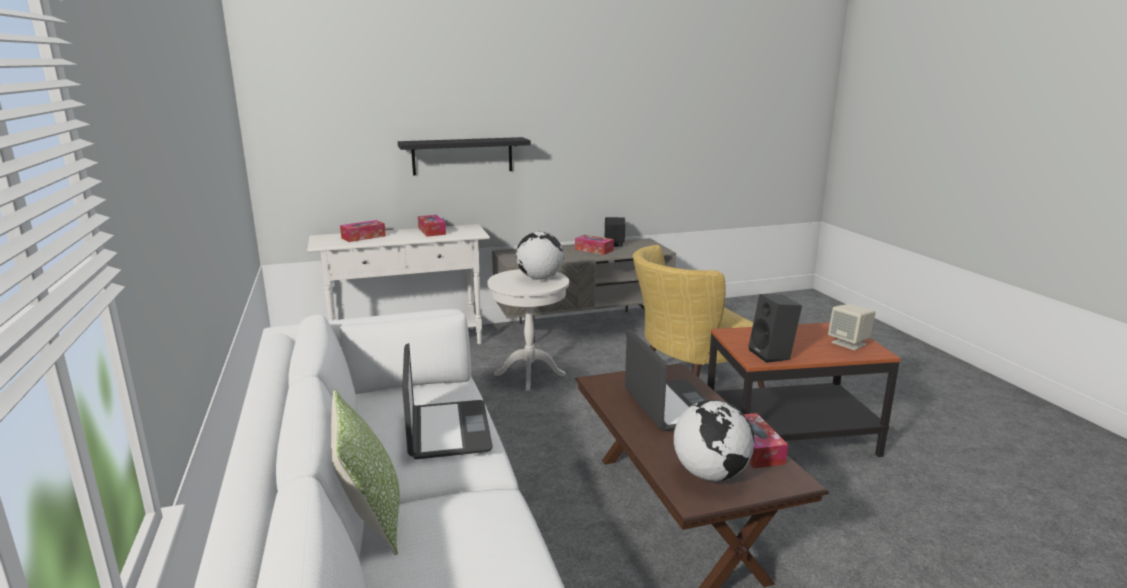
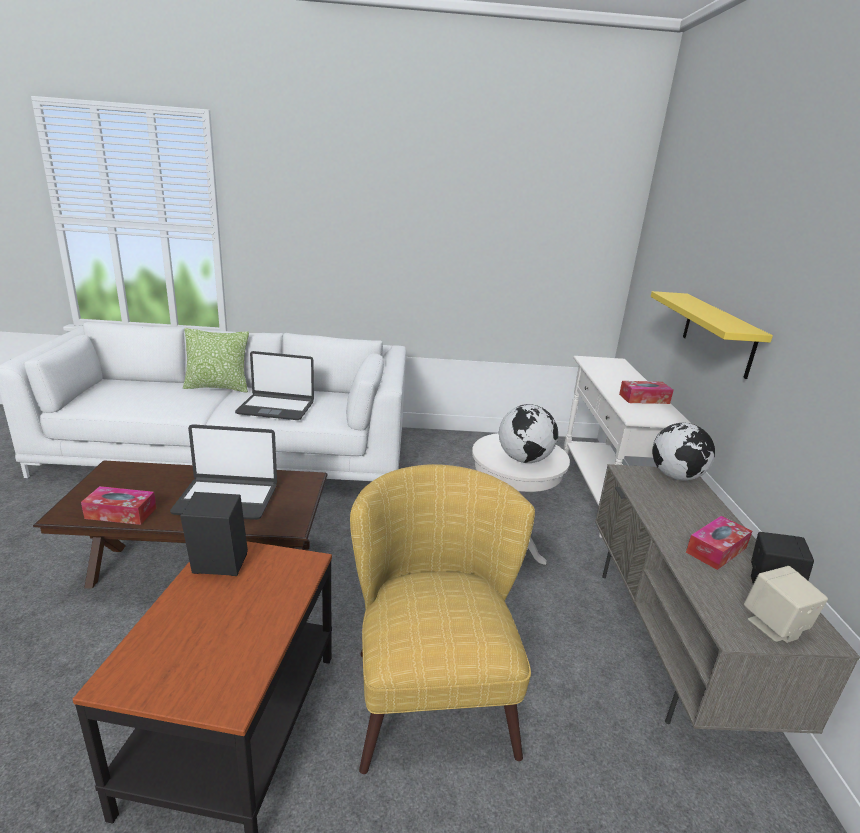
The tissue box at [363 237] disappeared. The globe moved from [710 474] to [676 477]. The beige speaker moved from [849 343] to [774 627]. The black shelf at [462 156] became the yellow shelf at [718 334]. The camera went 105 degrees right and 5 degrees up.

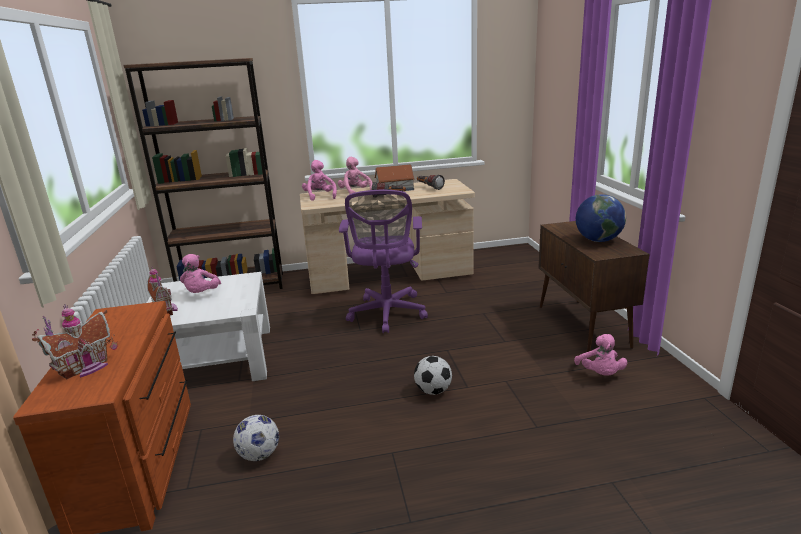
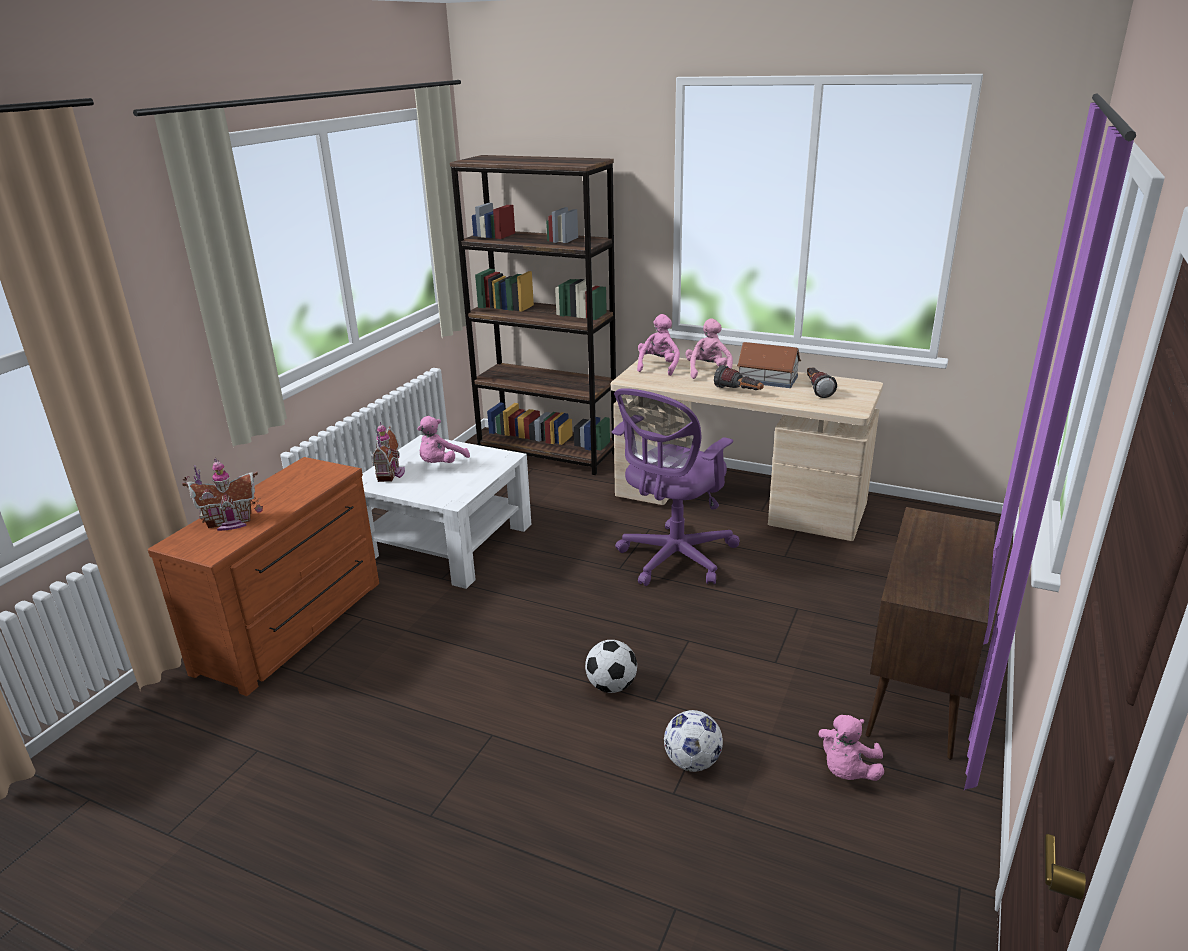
The globe at [598 240] disappeared. The football moved from [259 455] to [692 762]. The camera went 35 degrees right and 5 degrees up.

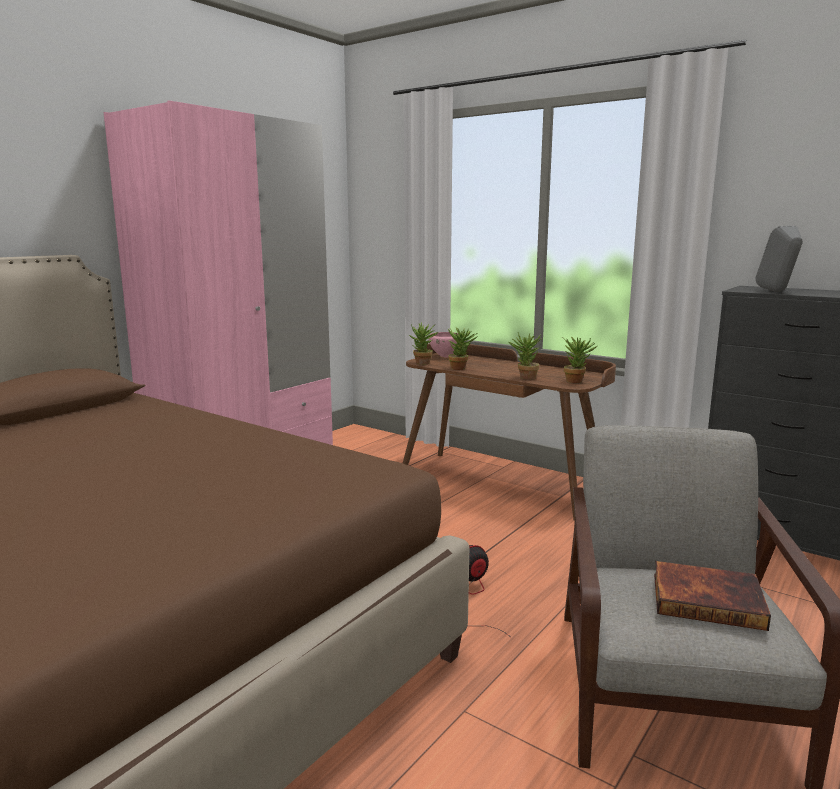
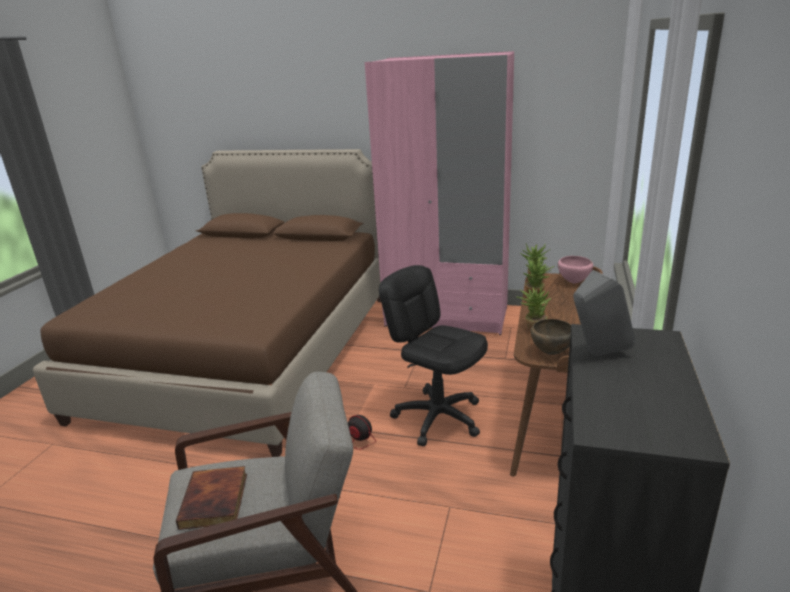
The black office chair at [438 417] appeared. The potted plant at [576 381] was replaced by the brown bowl at [551 353]. The camera went 70 degrees right and 10 degrees up.

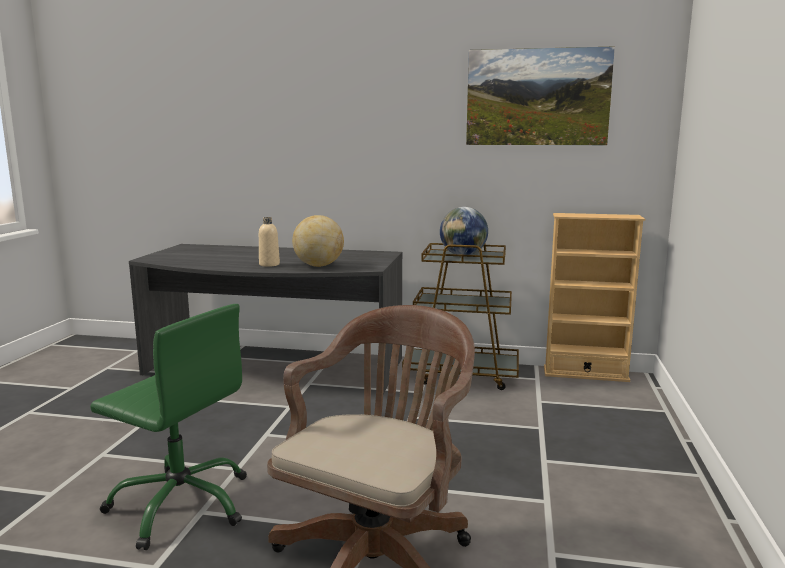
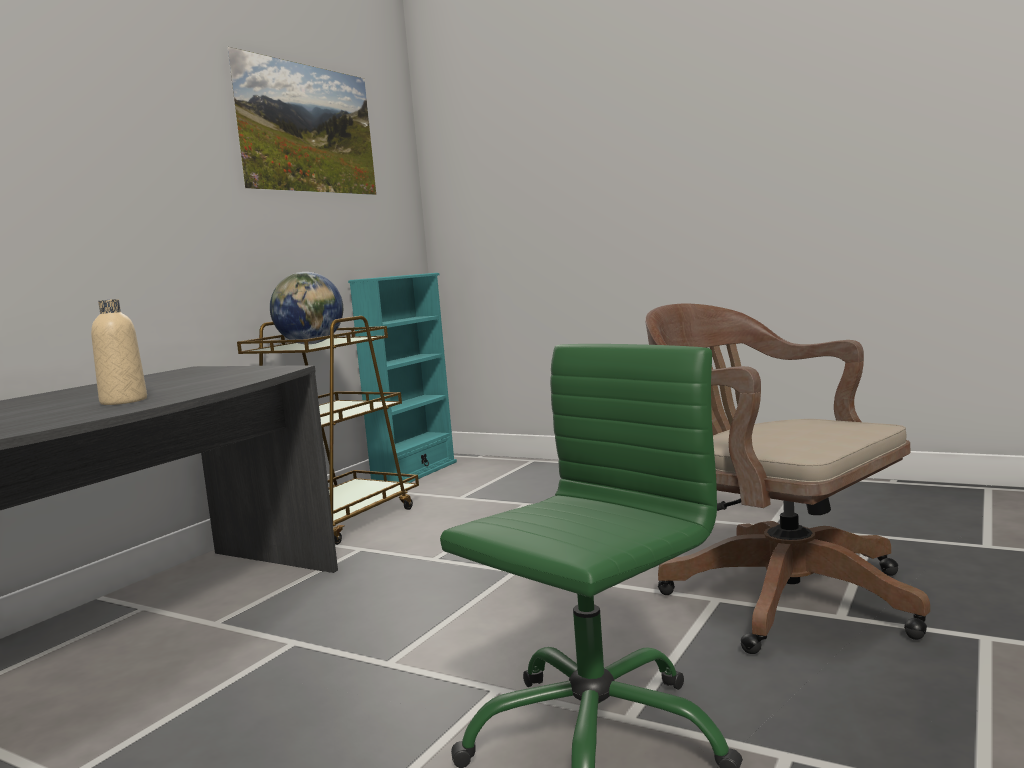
The globe at [318 266] disappeared. The beige bookcase at [585 374] became the turquoise bookcase at [415 473]. The camera went 70 degrees left and 5 degrees down.

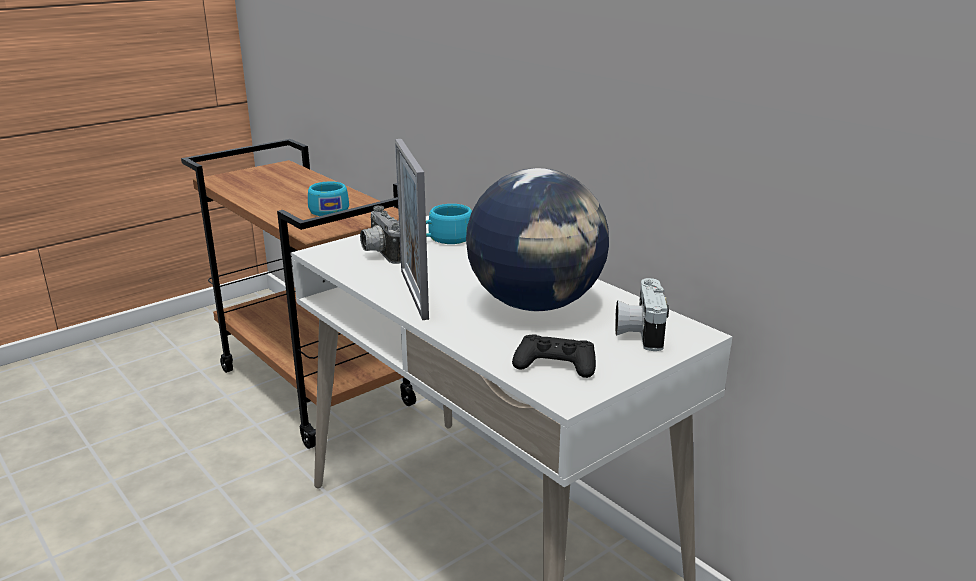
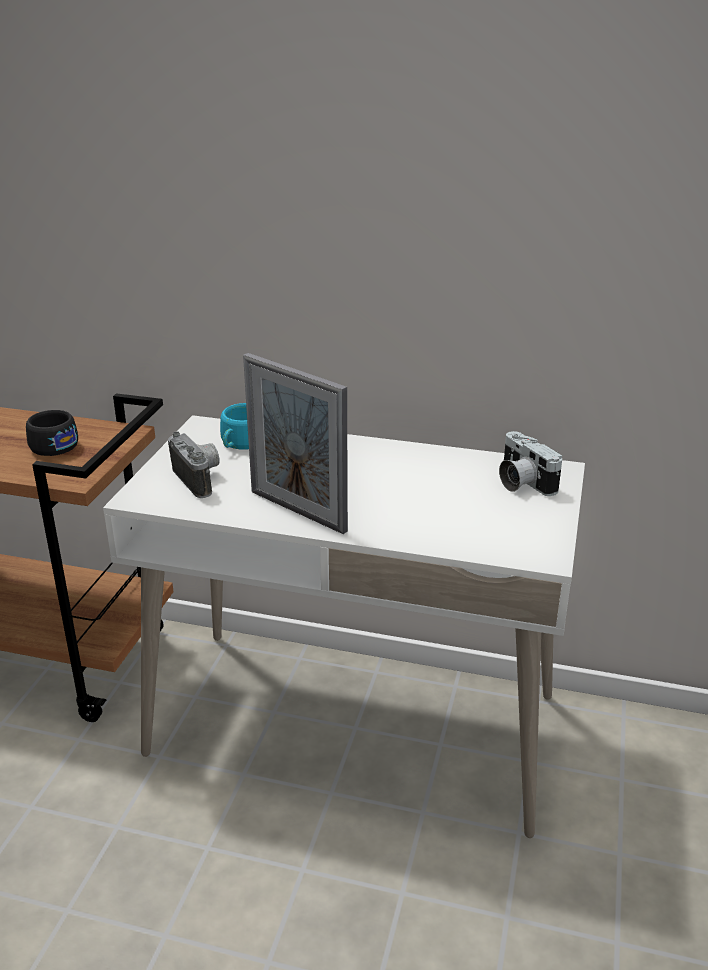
The globe at [536 304] disappeared. The black game controller at [555 364] disappeared. The turquoise cup at [328 210] became the black cup at [50 445]. The photo camera at [379 253] turned 150 degrees counterclockwise. The camera went 35 degrees left and 5 degrees up.

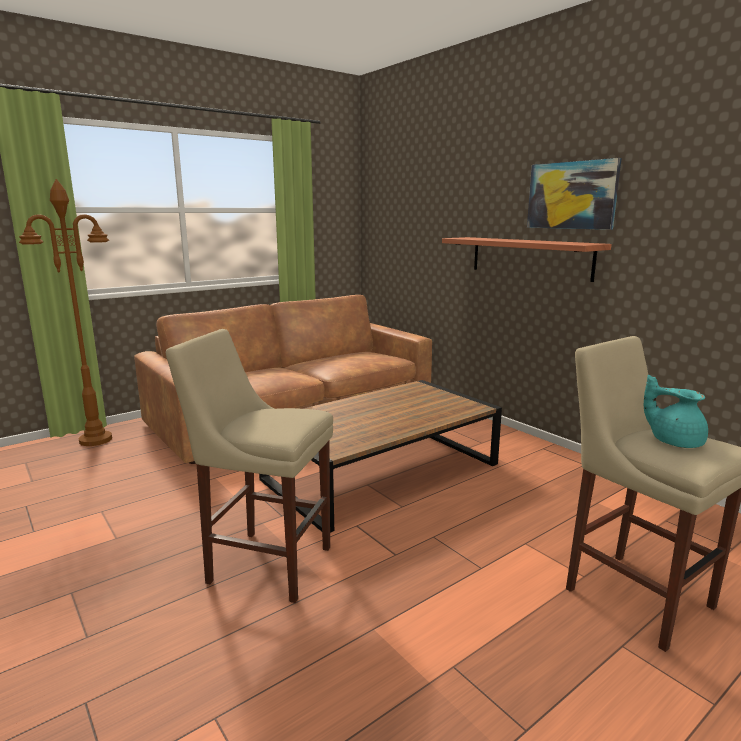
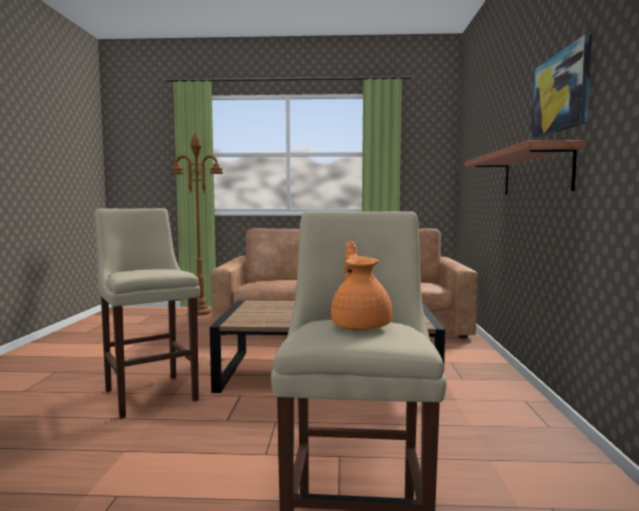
The turquoise teapot at [674 441] became the orange teapot at [361 326]. The camera went 40 degrees right and 10 degrees down.

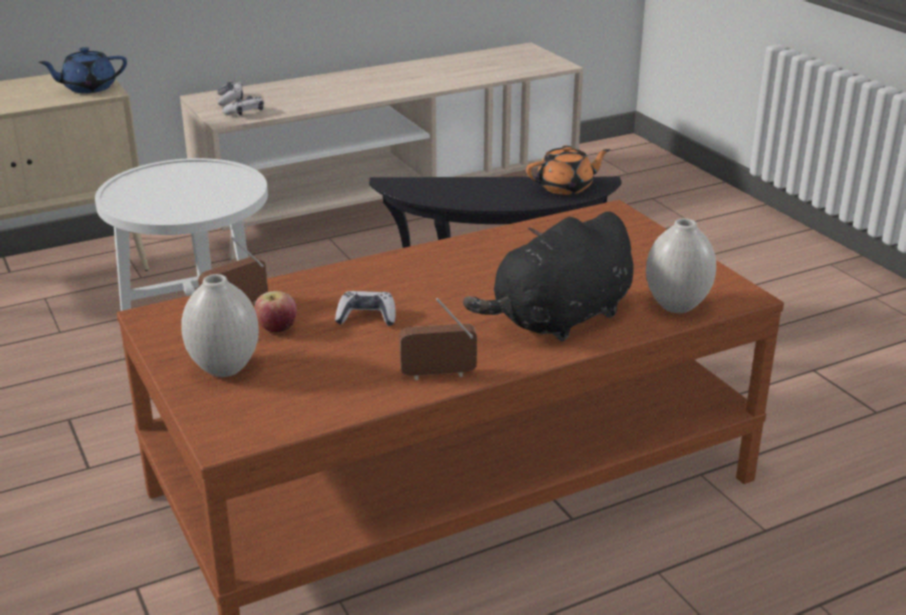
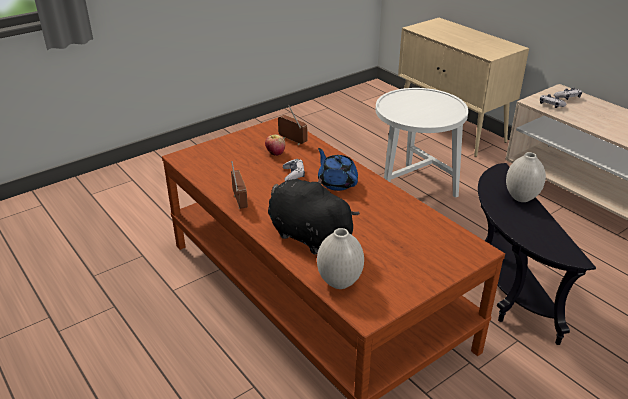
The orange teapot at [566 187] disappeared. The blue teapot moved from [88 88] to [337 182]. The white vase moved from [225 369] to [521 198]. The camera went 80 degrees right and 5 degrees up.

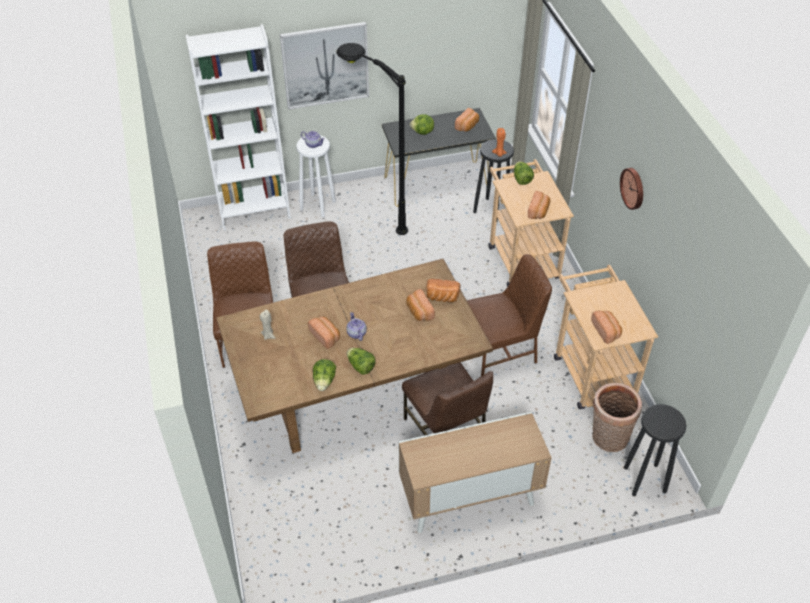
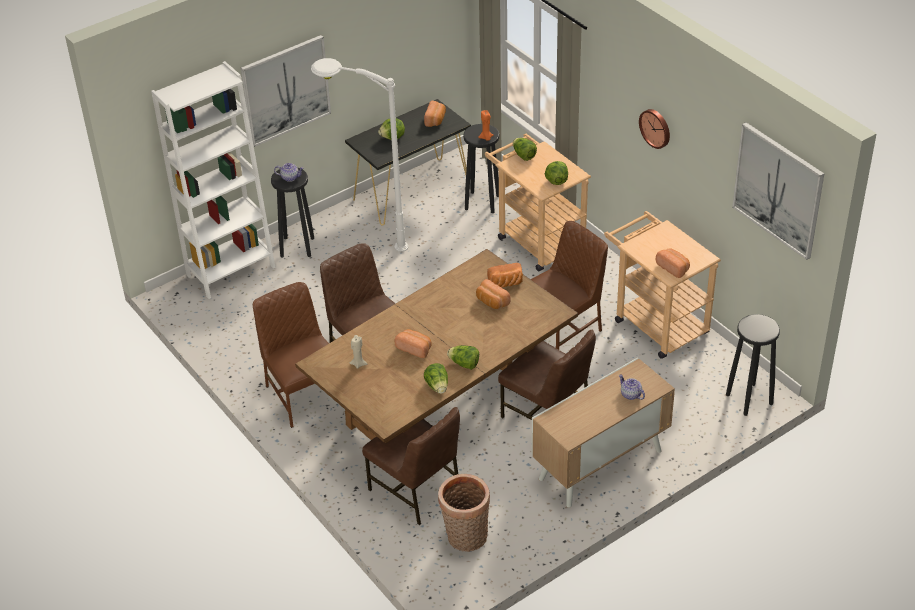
The brown chair at [416 491] appeared. The picture at [778 190] appeared. The teapot moved from [356 333] to [630 394]. The basket moved from [608 439] to [465 538]. The bread at [538 211] was replaced by the lettuce at [556 181]. The white stool at [318 205] became the black stool at [297 246]. The black floor lamp at [370 215] became the white floor lamp at [359 241]. The camera went 20 degrees left and 5 degrees down.

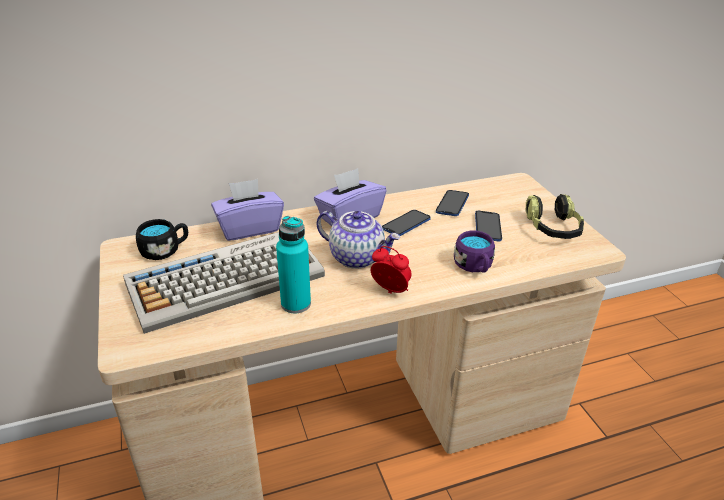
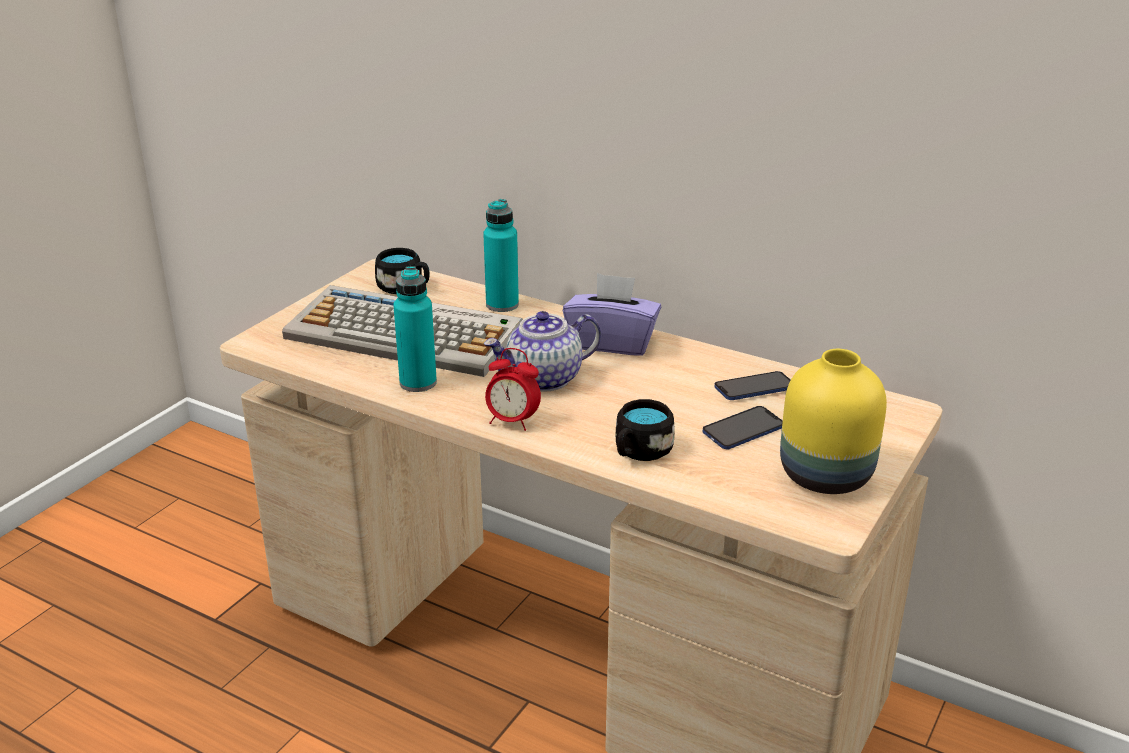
The phone at [406 224] disappeared. The purple tissue box at [249 228] was replaced by the turquoise bottle at [502 305]. The headphones at [553 229] was replaced by the yellow vase at [822 476]. The purple mug at [474 267] became the black mug at [639 452]. The teapot at [357 257] turned 75 degrees clockwise. The alarm clock at [390 291] turned 120 degrees clockwise. The camera went 50 degrees right and 5 degrees down.

